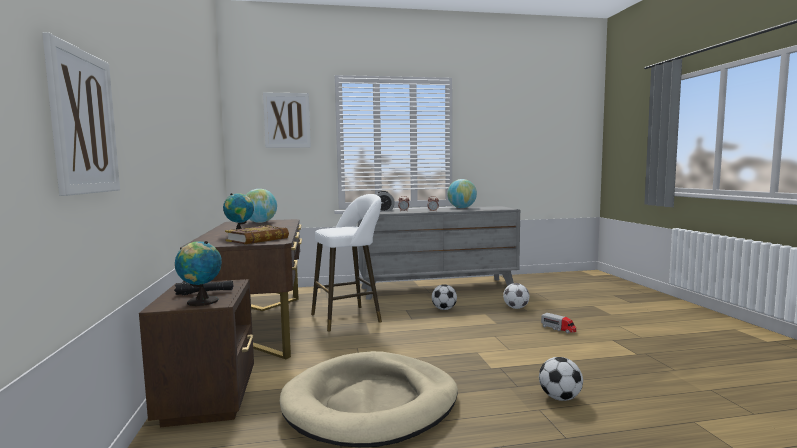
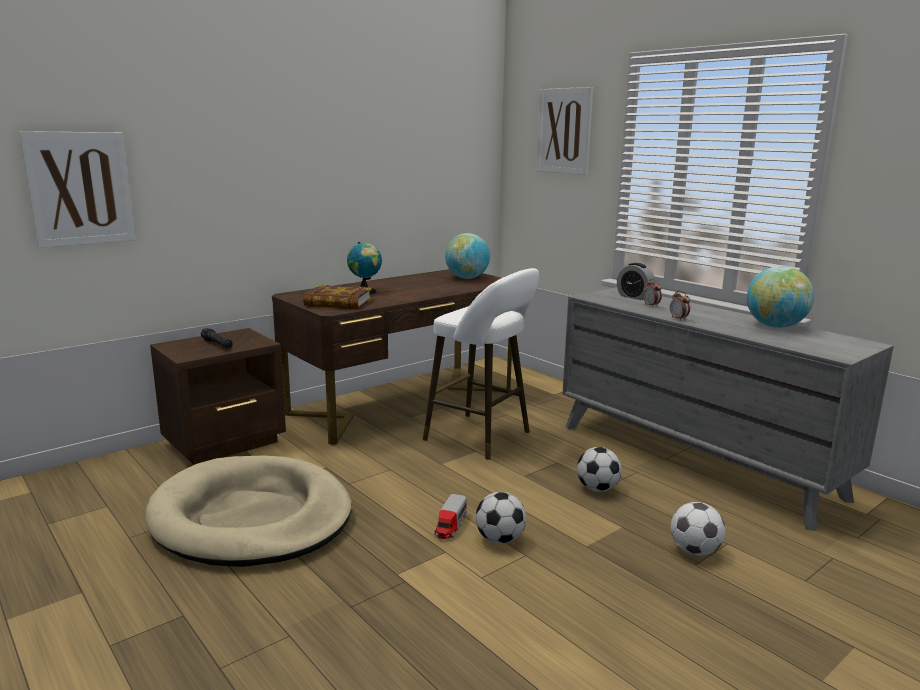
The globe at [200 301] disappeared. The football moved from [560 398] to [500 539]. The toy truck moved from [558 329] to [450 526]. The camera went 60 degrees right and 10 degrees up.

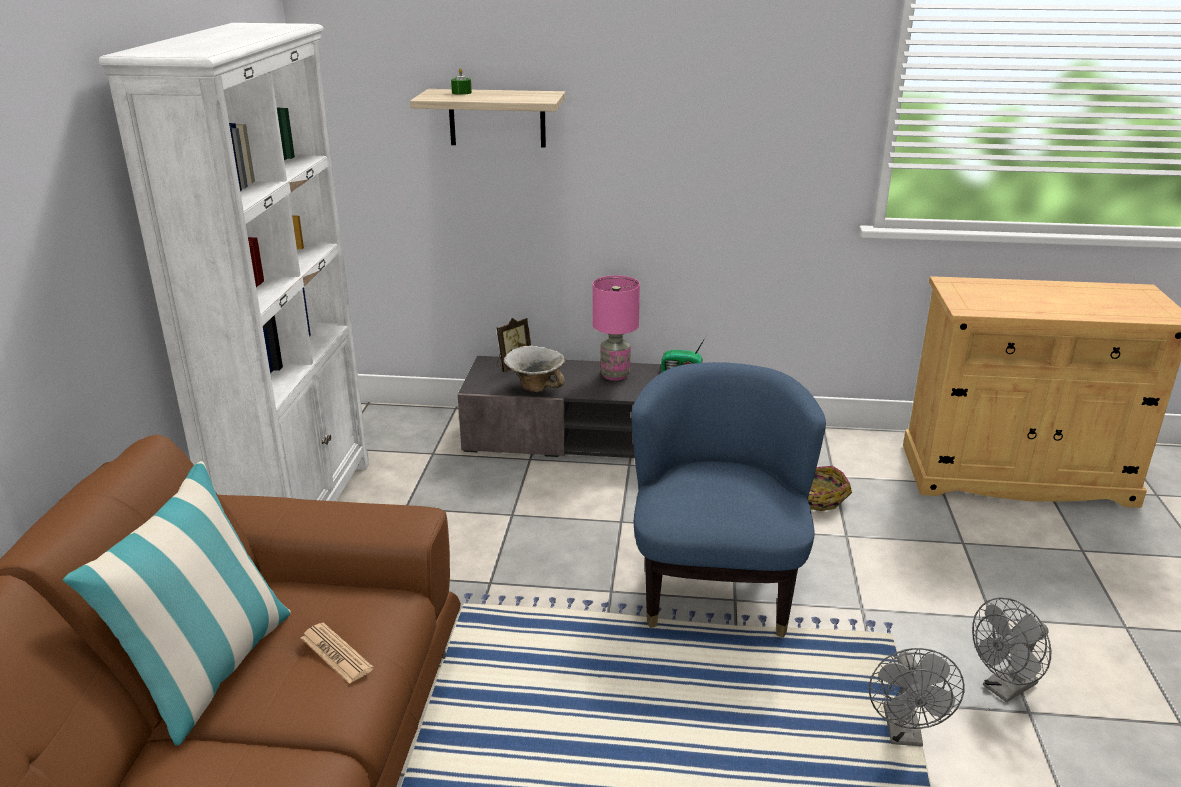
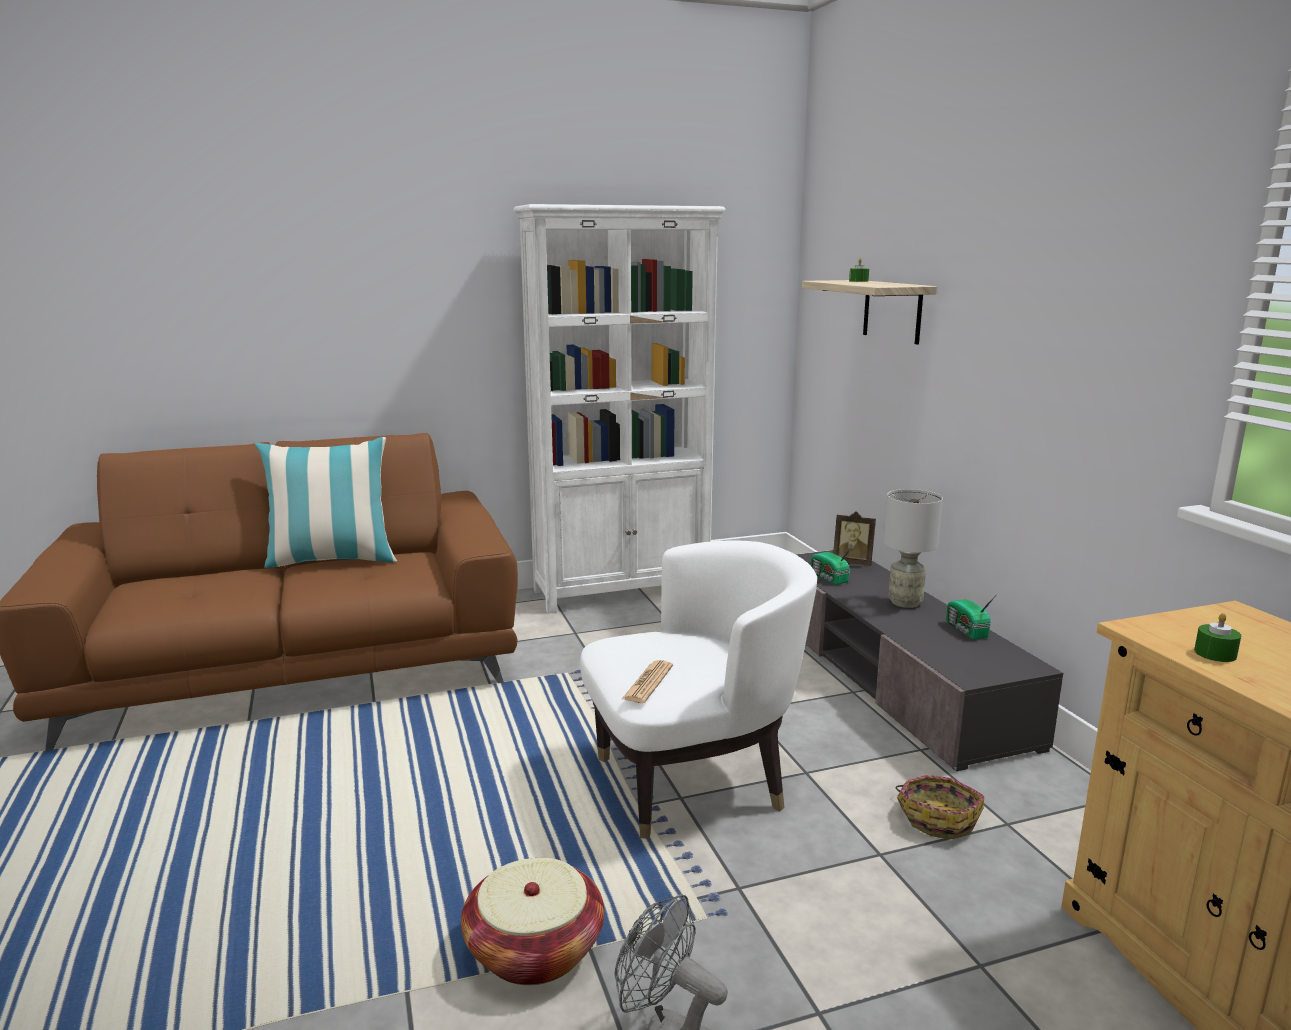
The green candle at [1215 654] appeared. The newspaper moved from [336 653] to [648 683]. The bowl at [535 386] was replaced by the radio at [829 578]. The grey fan at [904 734] was replaced by the basket at [534 950]. The pink table lamp at [615 375] became the grey table lamp at [906 602]. The blue armchair at [715 586] became the white armchair at [693 782]. The camera went 65 degrees right and 10 degrees down.

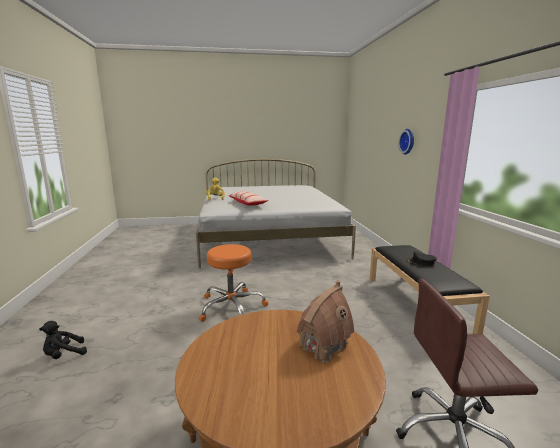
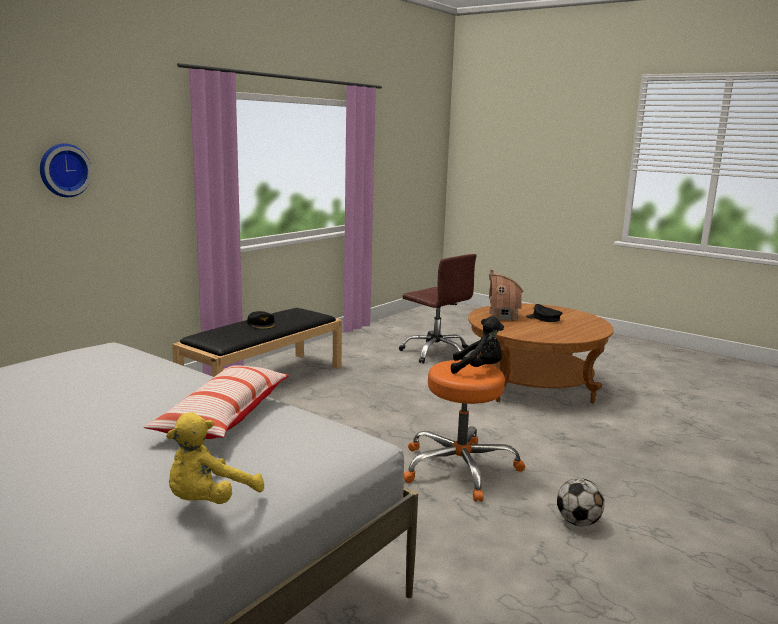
The black cap at [543 318] appeared. The football at [578 522] appeared. The black plush toy moved from [64 355] to [478 369]. The camera went 135 degrees left and 0 degrees up.

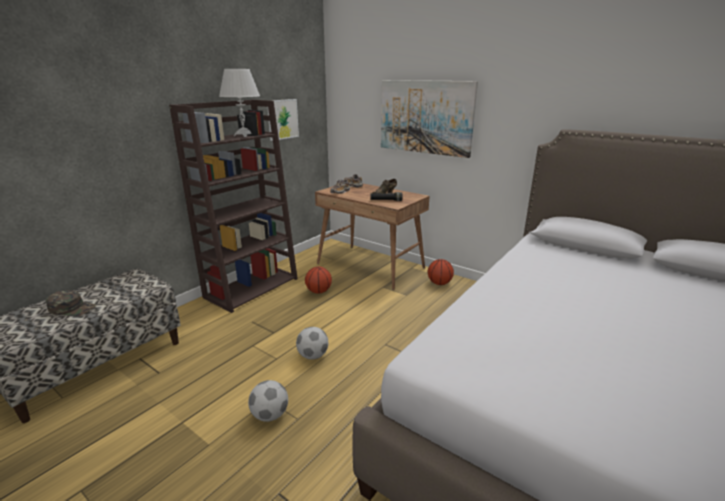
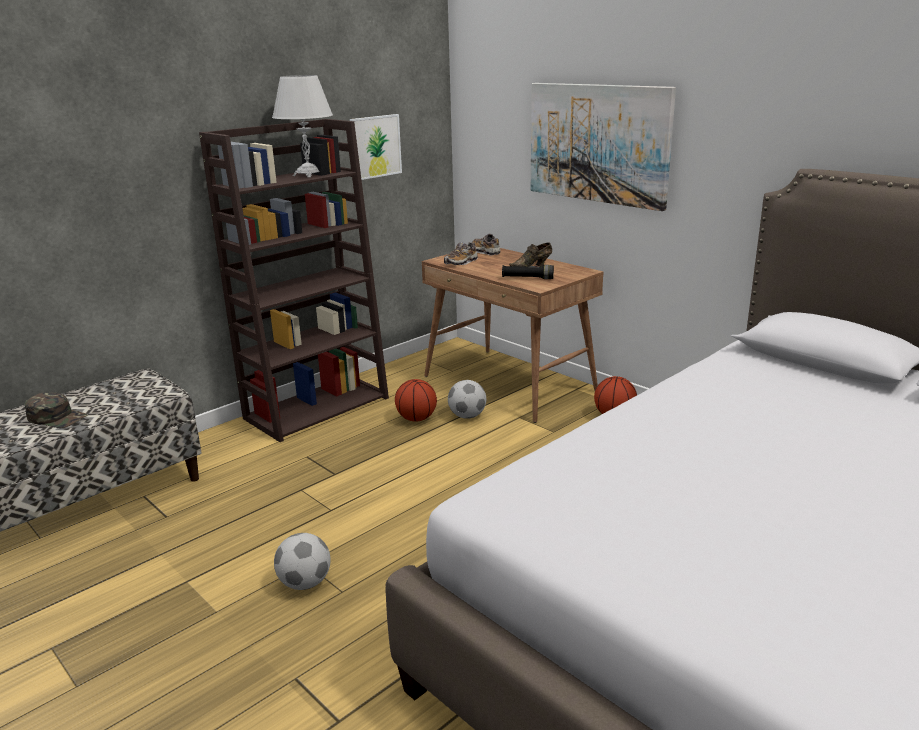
The football moved from [313 356] to [467 416]. The camera went 10 degrees right and 0 degrees up.

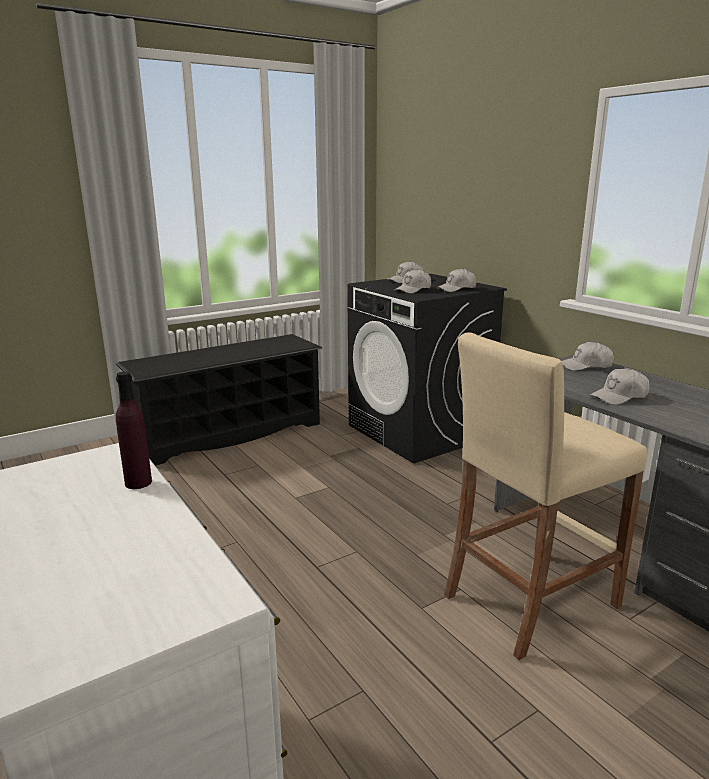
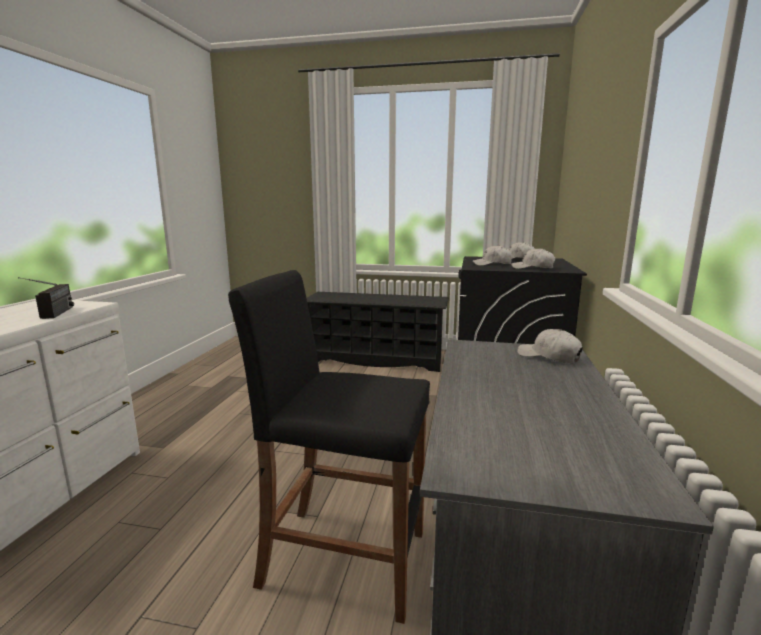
The white cap at [619 397] disappeared. The purple bottle at [138 483] was replaced by the radio at [53 315]. The beige stool at [530 600] became the black stool at [343 558]. The camera went 45 degrees right and 5 degrees down.

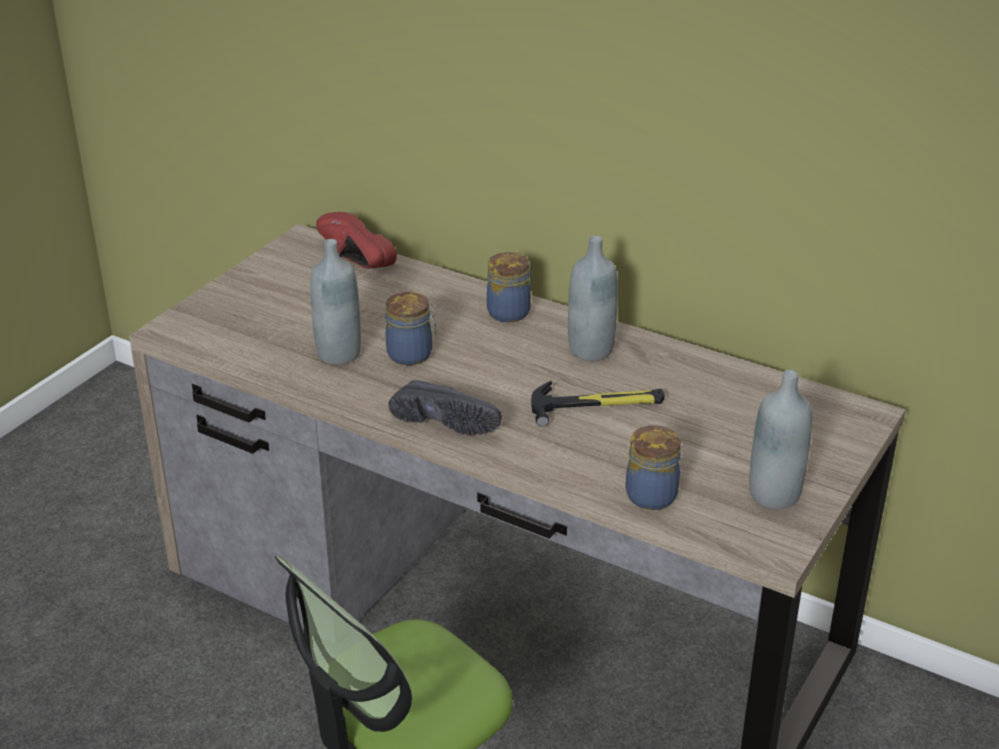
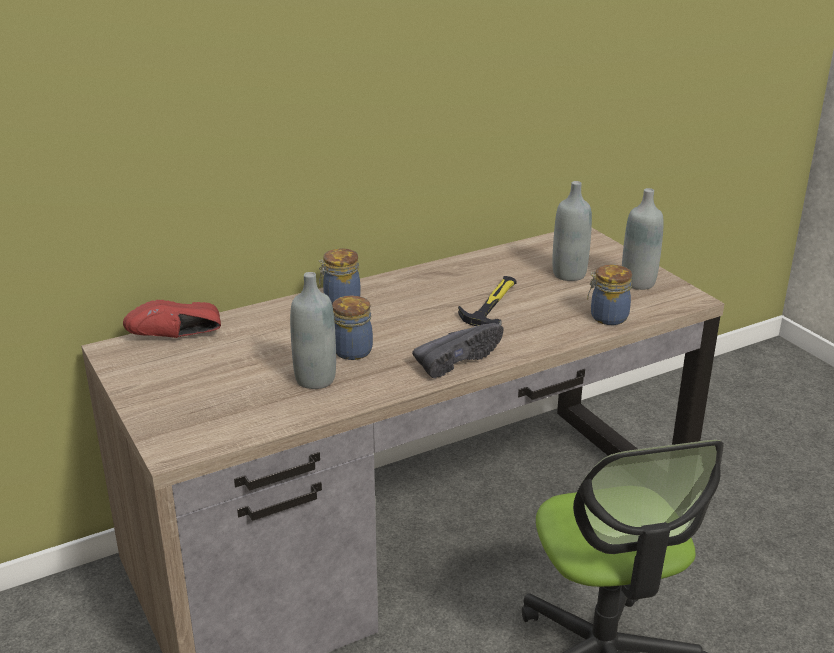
The grey bottle moved from [590 350] to [569 274]. The camera went 60 degrees left and 5 degrees down.

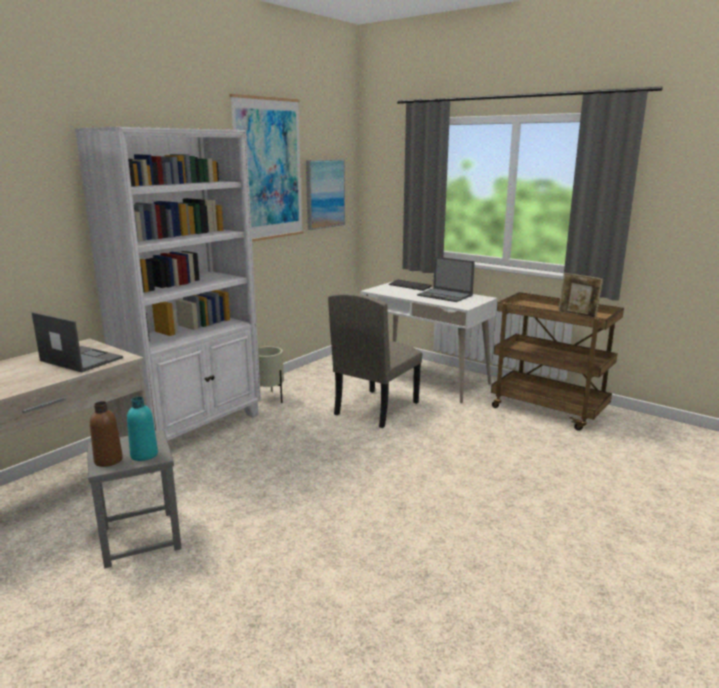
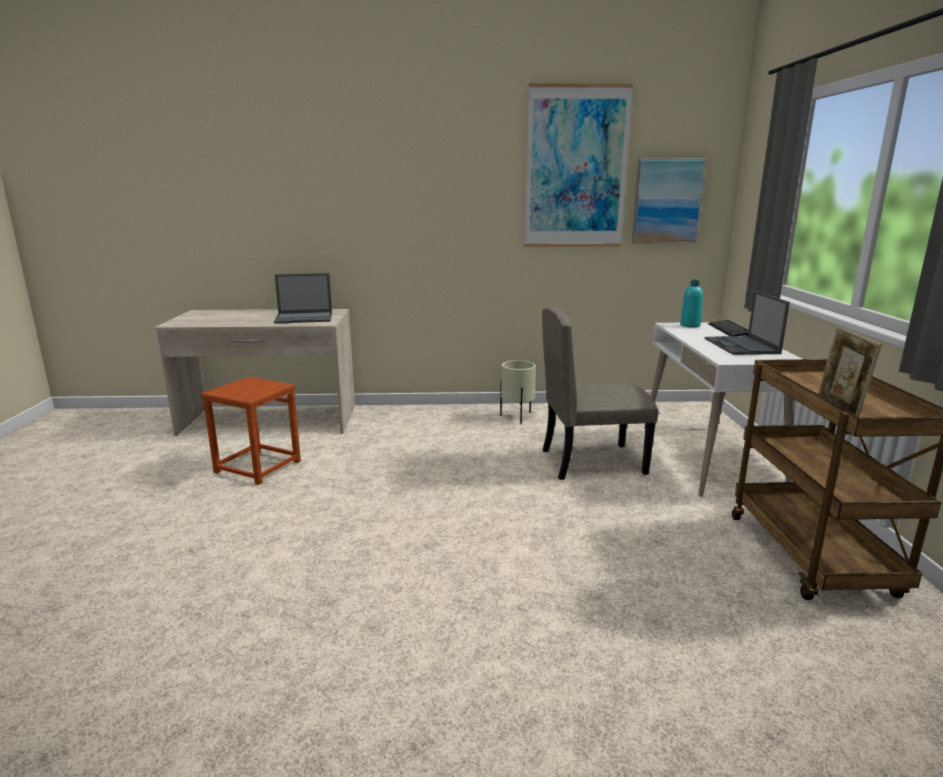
The white bookcase at [194 427] disappeared. The brown bottle at [108 460] disappeared. The turquoise bottle moved from [144 455] to [690 325]. The grey stool at [140 538] became the brown stool at [257 467]. The laptop at [80 359] turned 90 degrees clockwise. The camera went 50 degrees right and 0 degrees up.

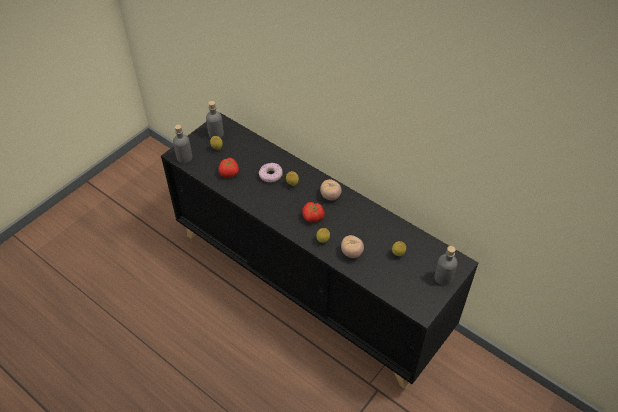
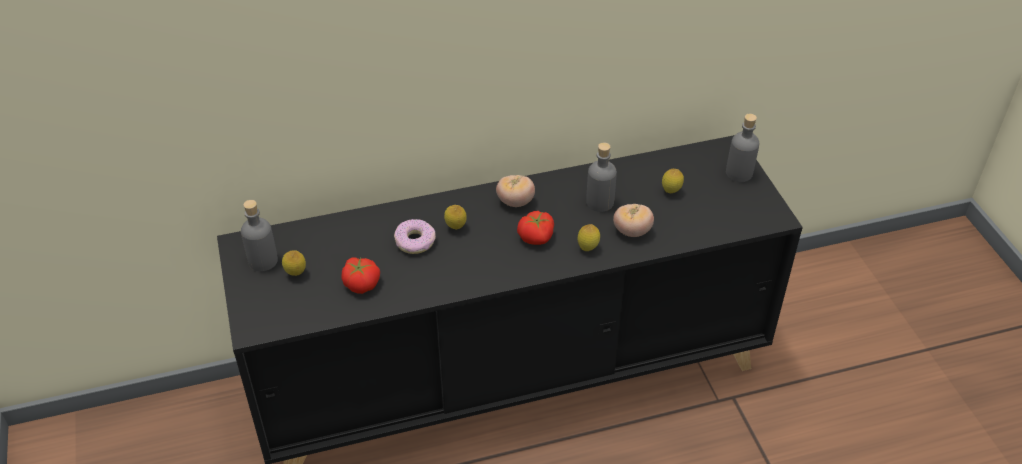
The grey bottle moved from [184 157] to [600 202]. The camera went 55 degrees left and 5 degrees down.

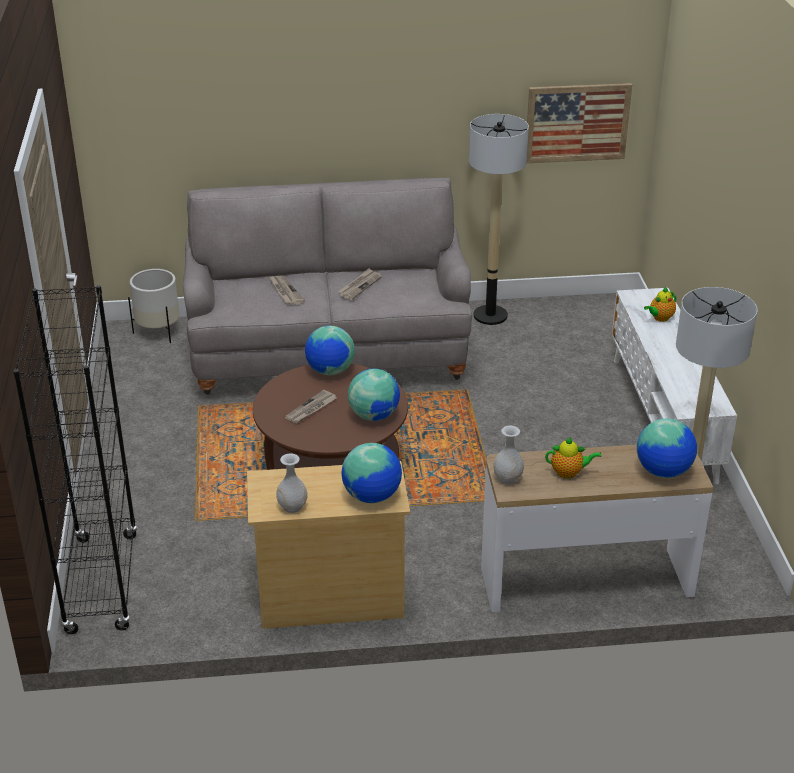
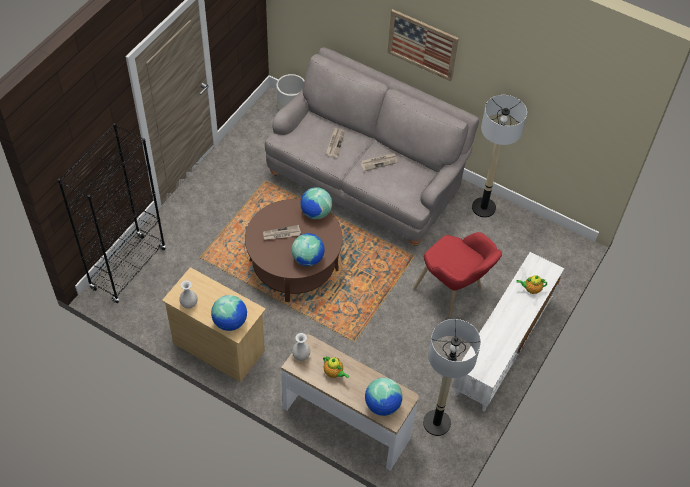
The red armchair at [454 294] appeared. The picture moved from [577 123] to [422 44]. The camera went 35 degrees right and 20 degrees up.

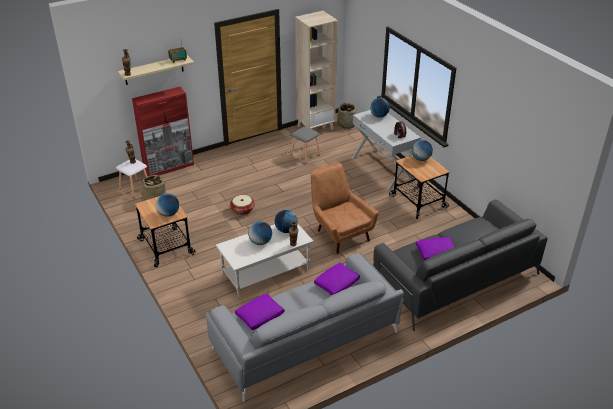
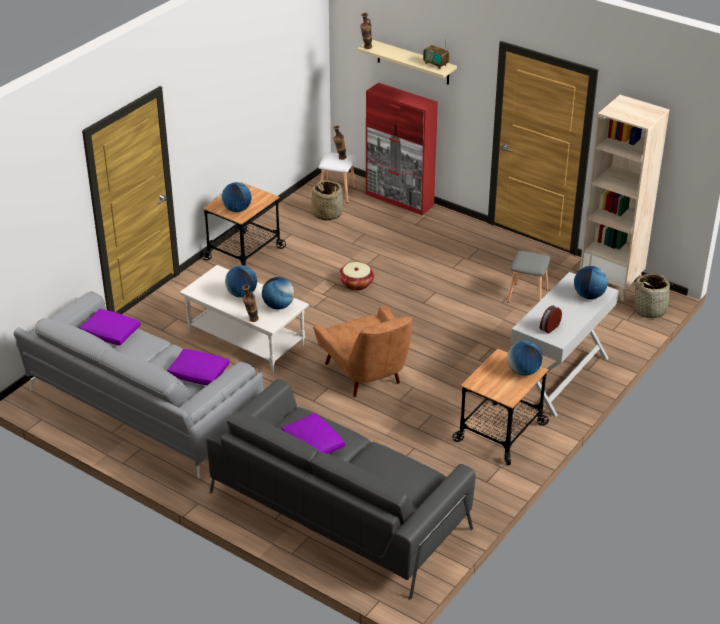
The brown armchair at [339 233] turned 120 degrees clockwise. The camera went 65 degrees right and 0 degrees up.

